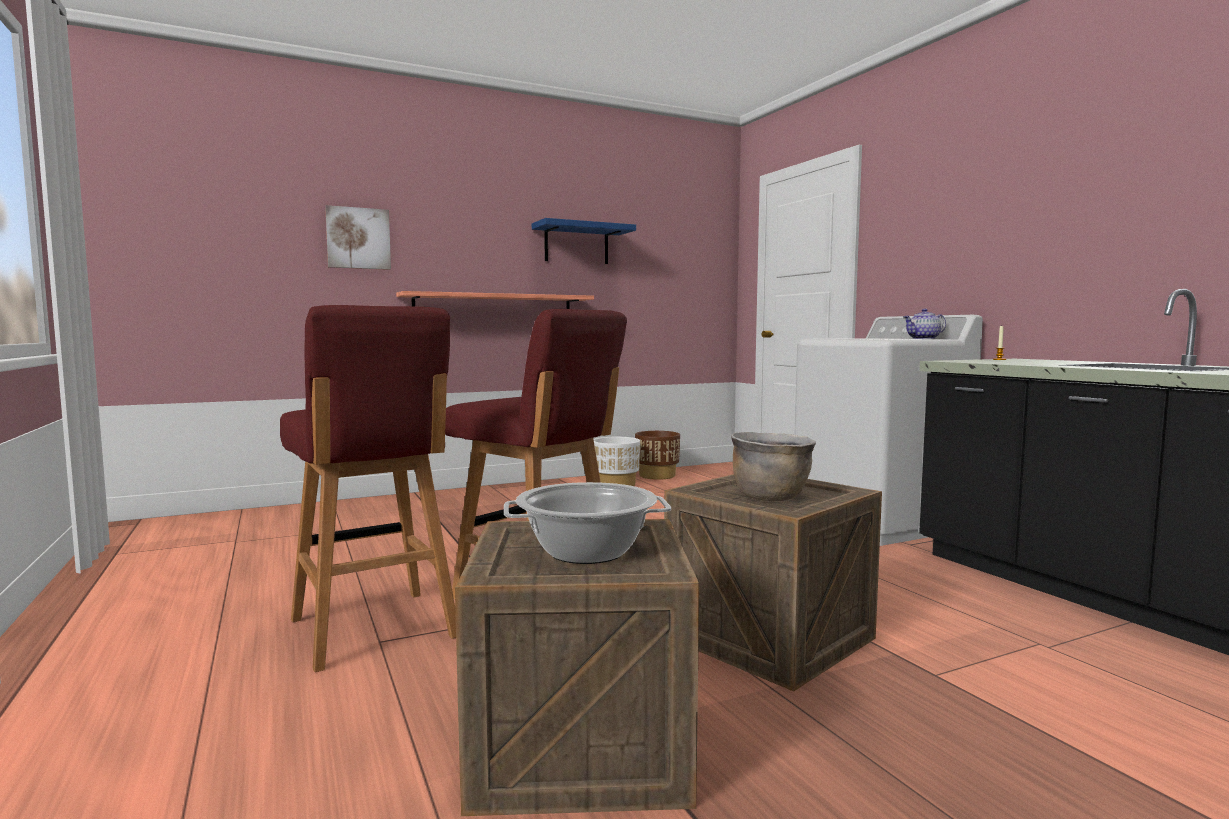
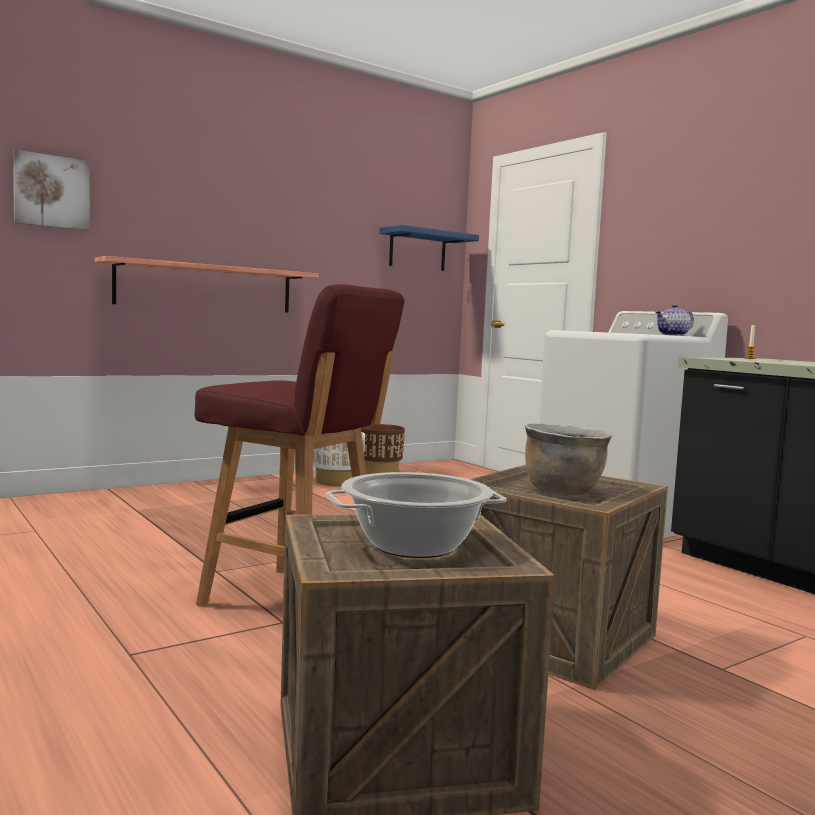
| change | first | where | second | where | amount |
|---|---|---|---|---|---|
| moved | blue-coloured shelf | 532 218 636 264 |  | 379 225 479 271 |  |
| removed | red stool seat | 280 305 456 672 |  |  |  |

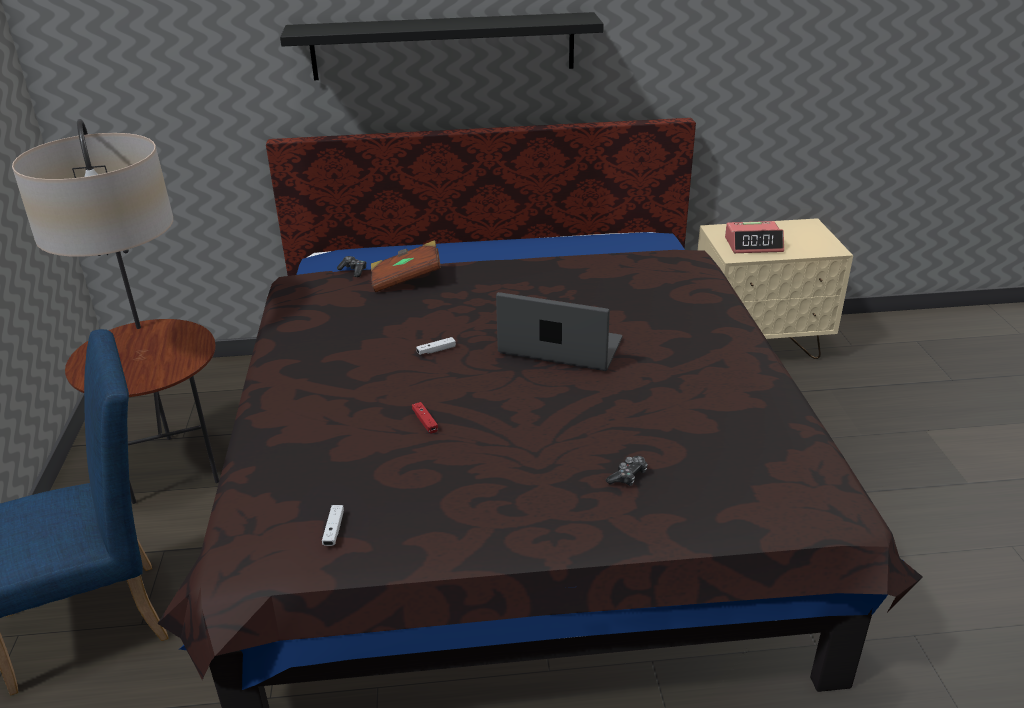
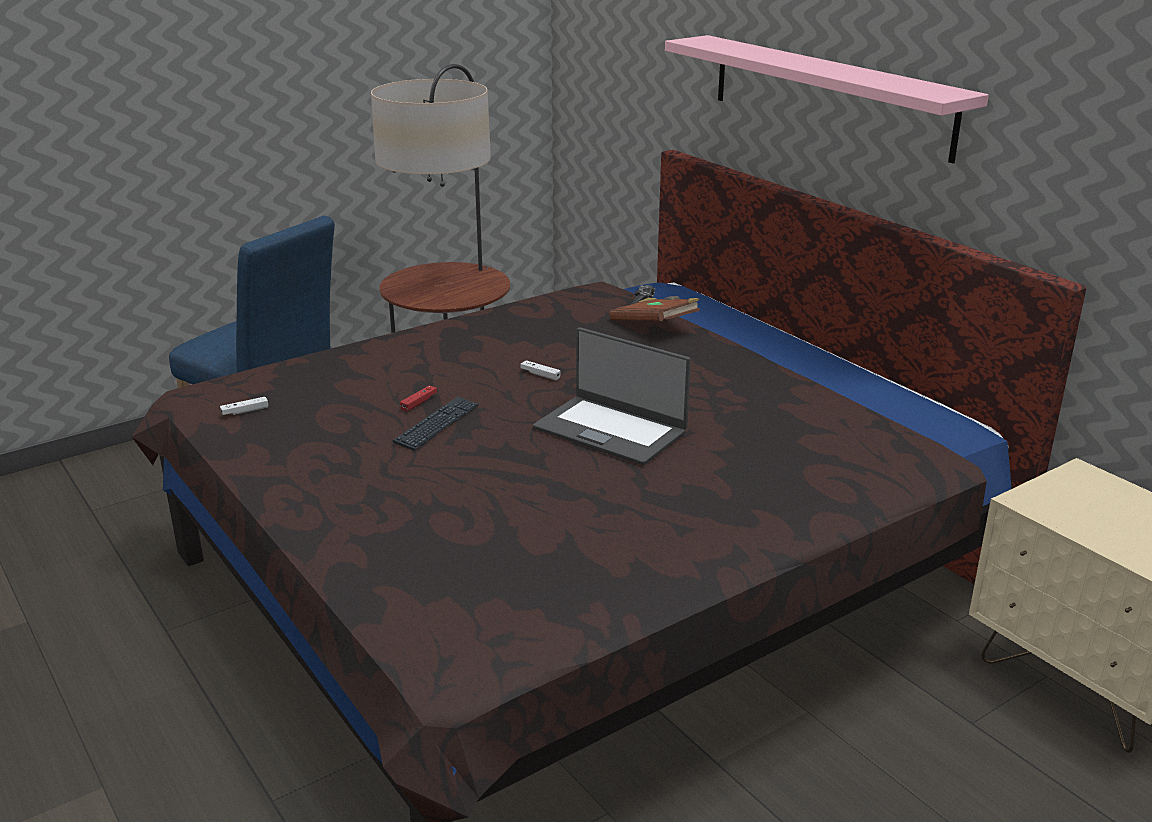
| change | first | where | second | where | amount |
|---|---|---|---|---|---|
| recoloured | black shelf | 280 12 604 80 | pink shelf | 665 35 989 163 |  |
| removed | alarm clock | 725 221 784 253 |  |  |  |
| turned | laptop | 496 292 622 371 |  | 533 327 691 465 | 135 degrees clockwise |
| removed | gamepad | 606 456 648 486 |  |  |  |
| added |  |  | computer keyboard | 393 396 479 450 |  |

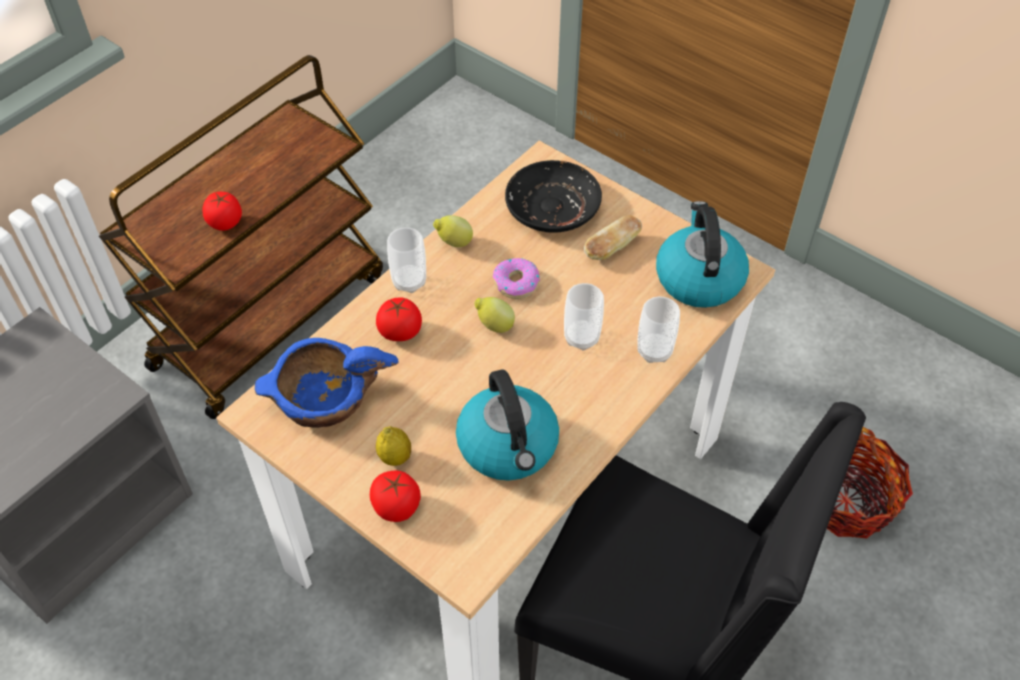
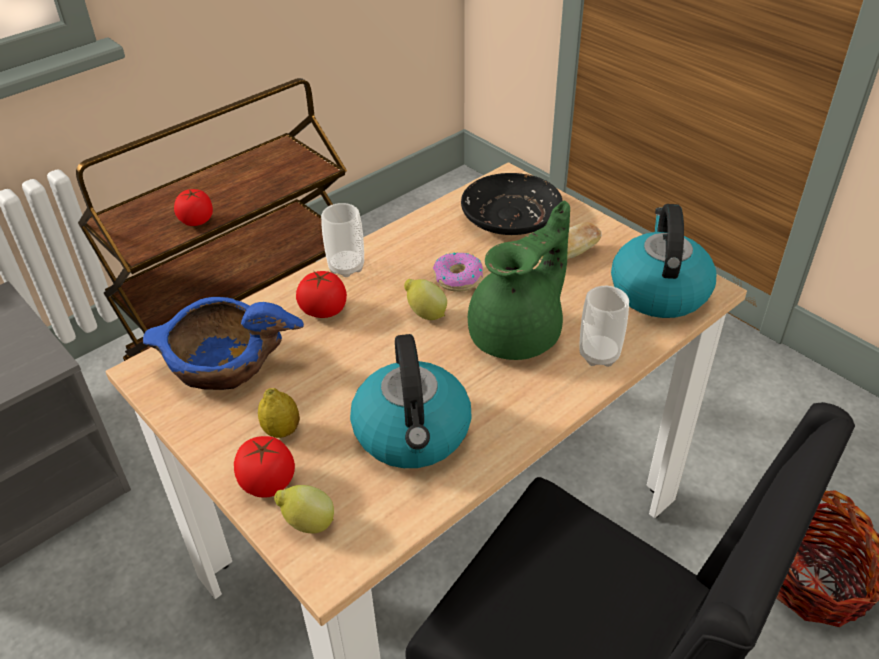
| change | first | where | second | where | amount |
|---|---|---|---|---|---|
| moved | lemon | 433 215 473 247 |  | 274 485 334 533 |  |
| replaced | cup | 564 283 604 350 | greenish tea pot | 468 201 570 360 |  |

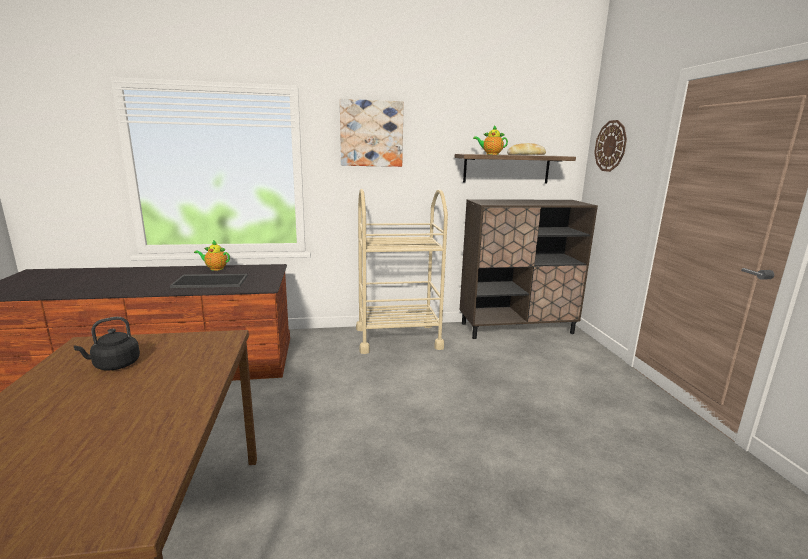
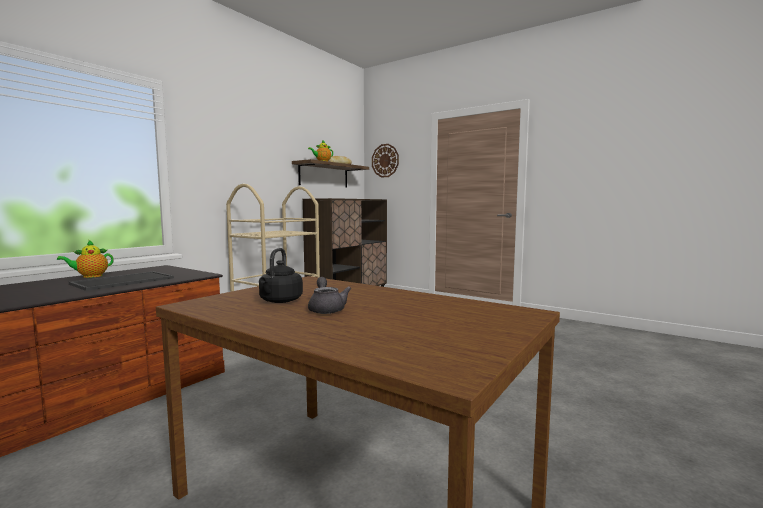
| change | first | where | second | where | amount |
|---|---|---|---|---|---|
| removed | wall picture | 340 99 404 167 |  |  |  |
| added |  |  | greyish tea pot | 308 277 351 314 |  |

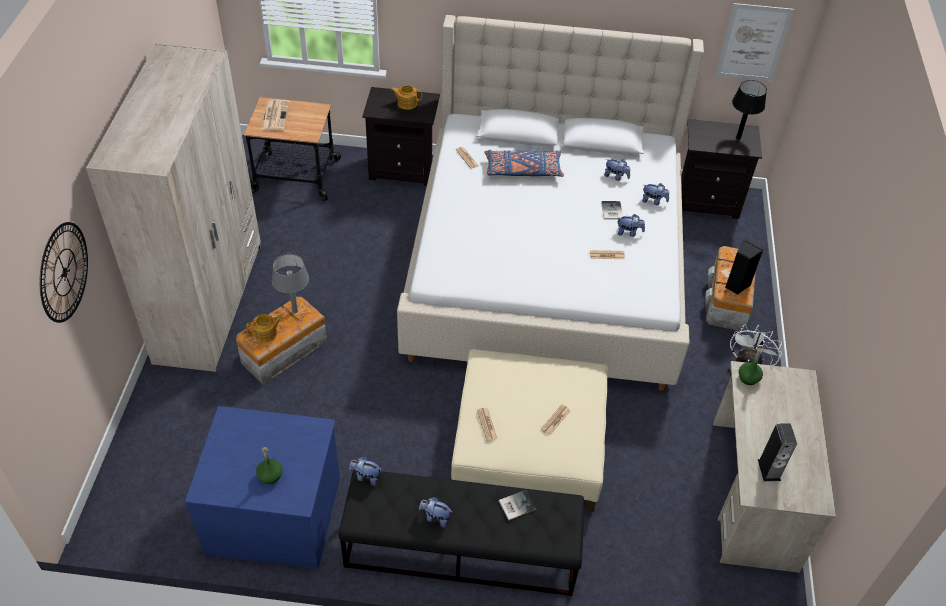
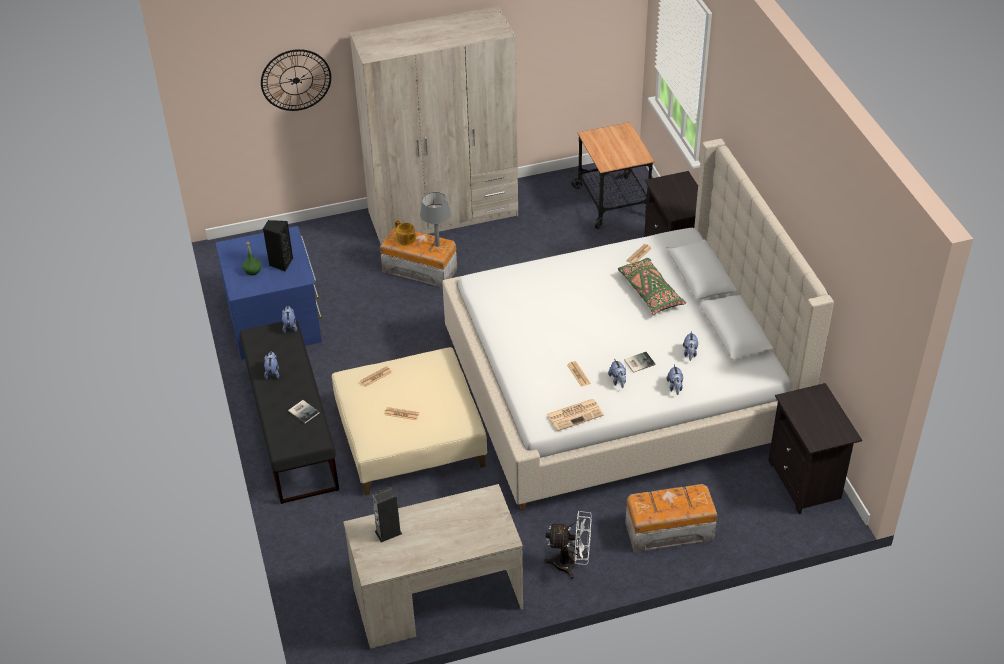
| change | first | where | second | where | amount |
|---|---|---|---|---|---|
| removed | wall picture | 715 3 794 82 |  |  |  |
| removed | black table lamp | 732 80 767 140 |  |  |  |
| removed | tea pot | 391 85 422 110 |  |  |  |
| moved | newspaper | 261 100 289 130 |  | 547 399 604 431 |  |
| recoloured | blue-coloured pillow | 484 150 564 177 | greenish pillow | 618 258 686 315 |  |
| moved | black speaker | 725 239 763 295 |  | 263 220 293 272 |  |
| removed | greenish bottle | 739 348 763 385 |  |  |  |

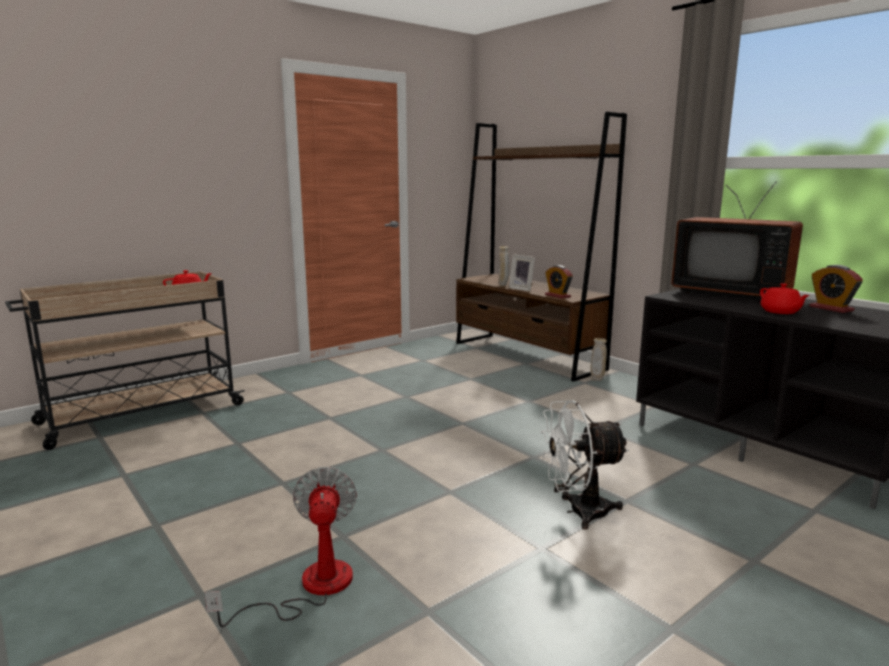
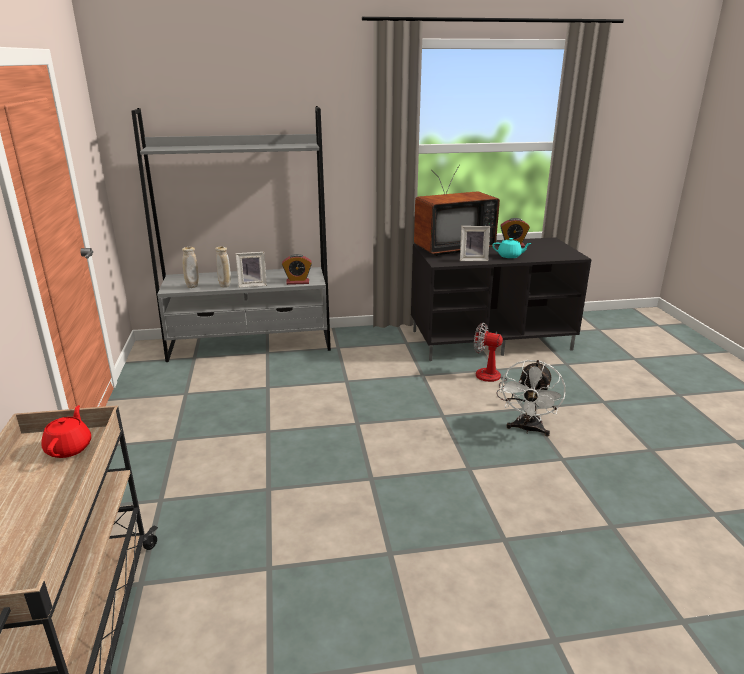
| change | first | where | second | where | amount |
|---|---|---|---|---|---|
| recoloured | brown shelving unit | 456 112 627 382 | greyish shelving unit | 131 106 331 362 |  |
| recoloured | red tea pot | 760 283 810 314 | turquoise tea pot | 492 238 532 258 |  |
| moved | beige decorative vase | 590 338 607 381 |  | 182 247 199 288 |  |
| moved | fan | 204 467 357 627 |  | 474 323 520 401 |  |
| added |  |  | photo frame | 460 226 490 261 |  |

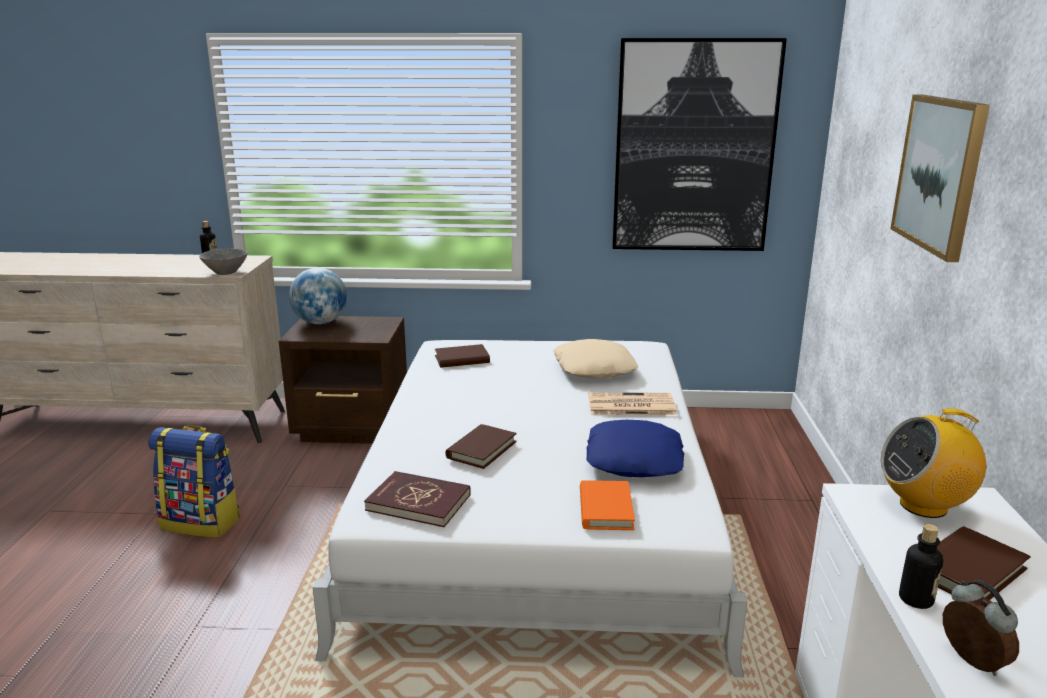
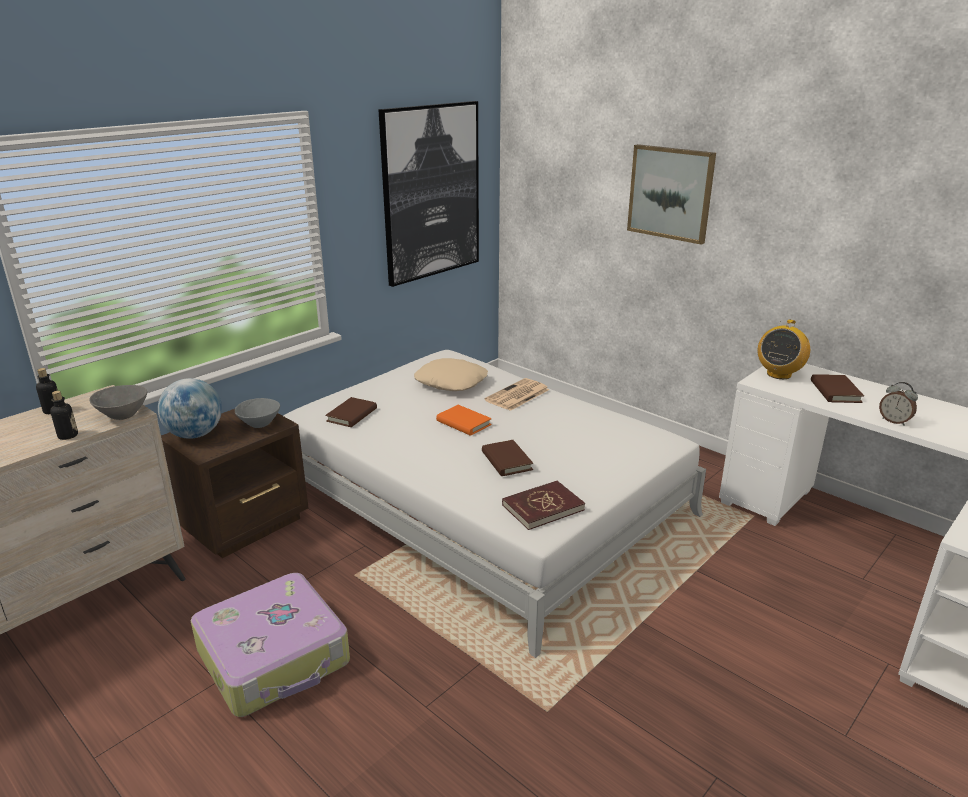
| change | first | where | second | where | amount |
|---|---|---|---|---|---|
| removed | blue-coloured pillow | 586 420 684 477 |  |  |  |
| replaced | backpack | 148 425 240 537 | suitcase | 191 573 350 717 |  |
| moved | orange-coloured book | 580 480 635 530 |  | 436 405 492 436 |  |
| moved | bottle | 899 524 943 609 |  | 50 391 78 440 |  |
| turned | alarm clock | 943 580 1019 676 |  | 879 382 918 426 | 150 degrees counterclockwise |
| added |  |  | greyish serving bowl | 235 398 280 428 |  |

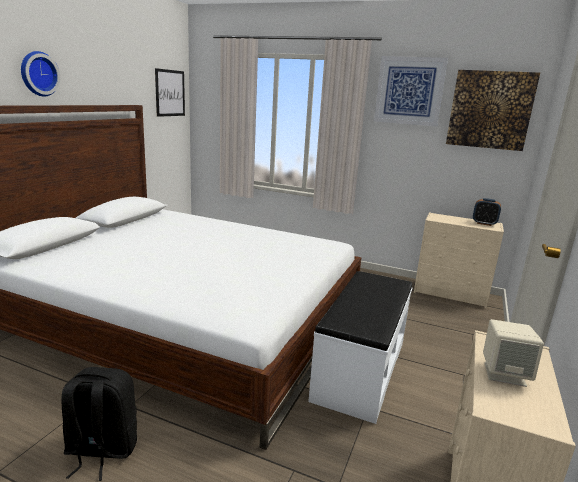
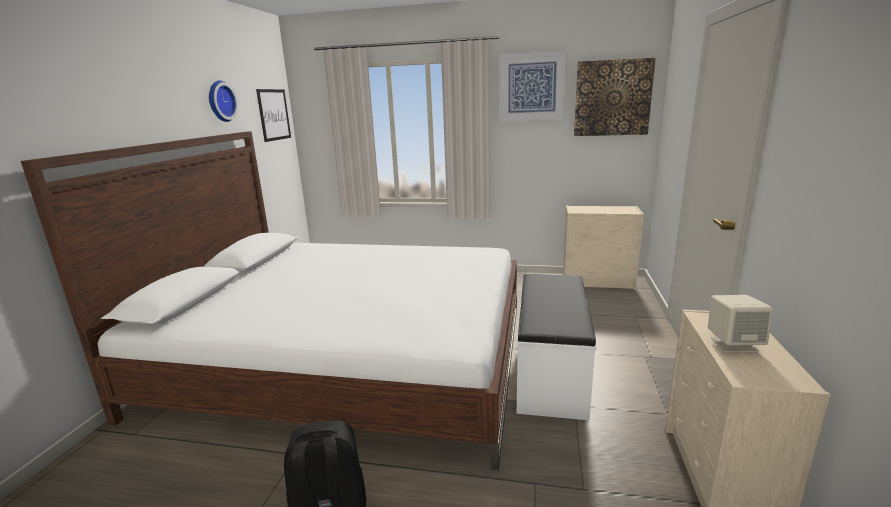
| change | first | where | second | where | amount |
|---|---|---|---|---|---|
| moved | clock on the wall | 21 51 60 97 |  | 209 80 238 122 |  |
| removed | alarm clock | 473 198 501 226 |  |  |  |

